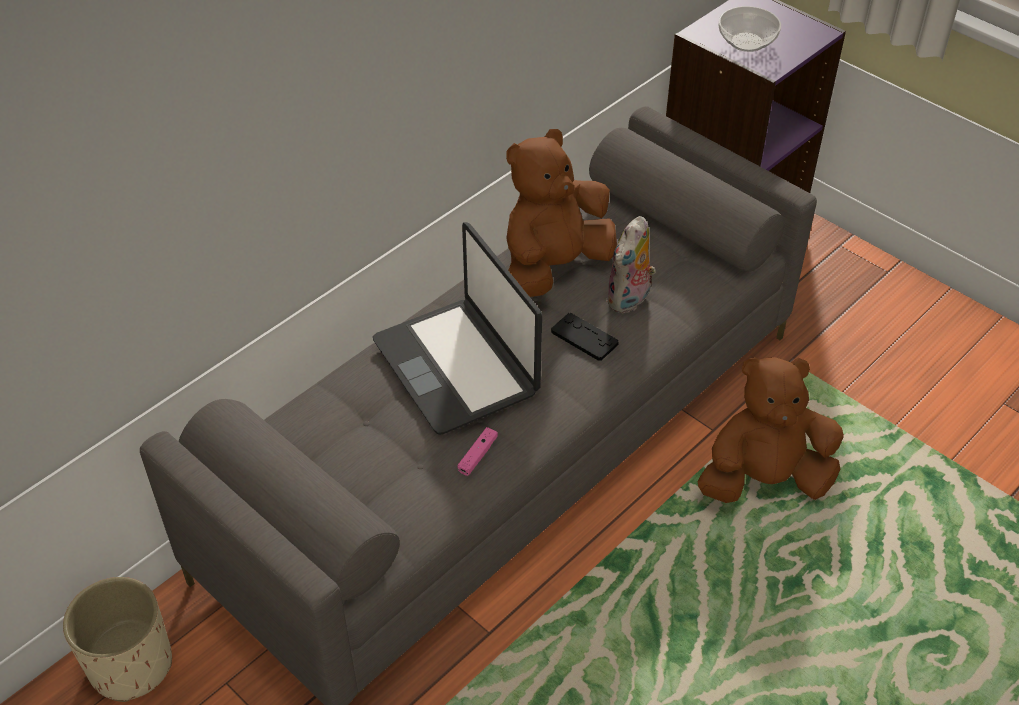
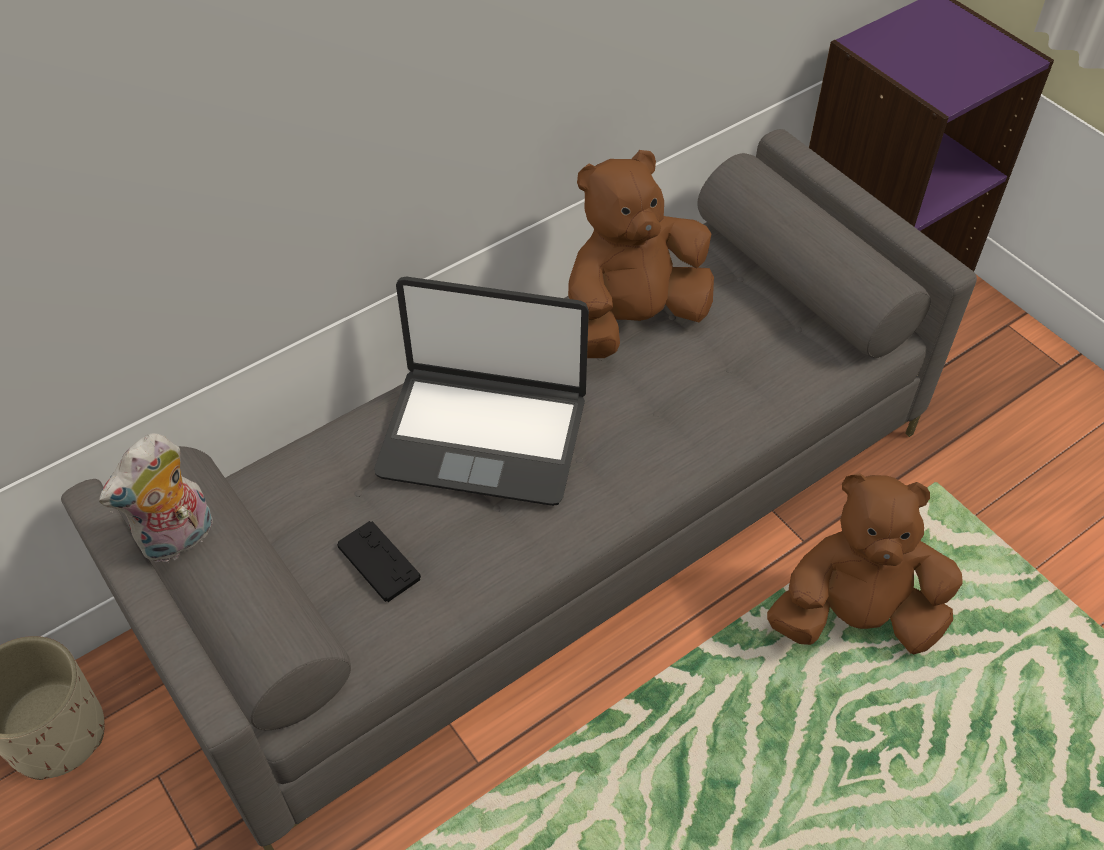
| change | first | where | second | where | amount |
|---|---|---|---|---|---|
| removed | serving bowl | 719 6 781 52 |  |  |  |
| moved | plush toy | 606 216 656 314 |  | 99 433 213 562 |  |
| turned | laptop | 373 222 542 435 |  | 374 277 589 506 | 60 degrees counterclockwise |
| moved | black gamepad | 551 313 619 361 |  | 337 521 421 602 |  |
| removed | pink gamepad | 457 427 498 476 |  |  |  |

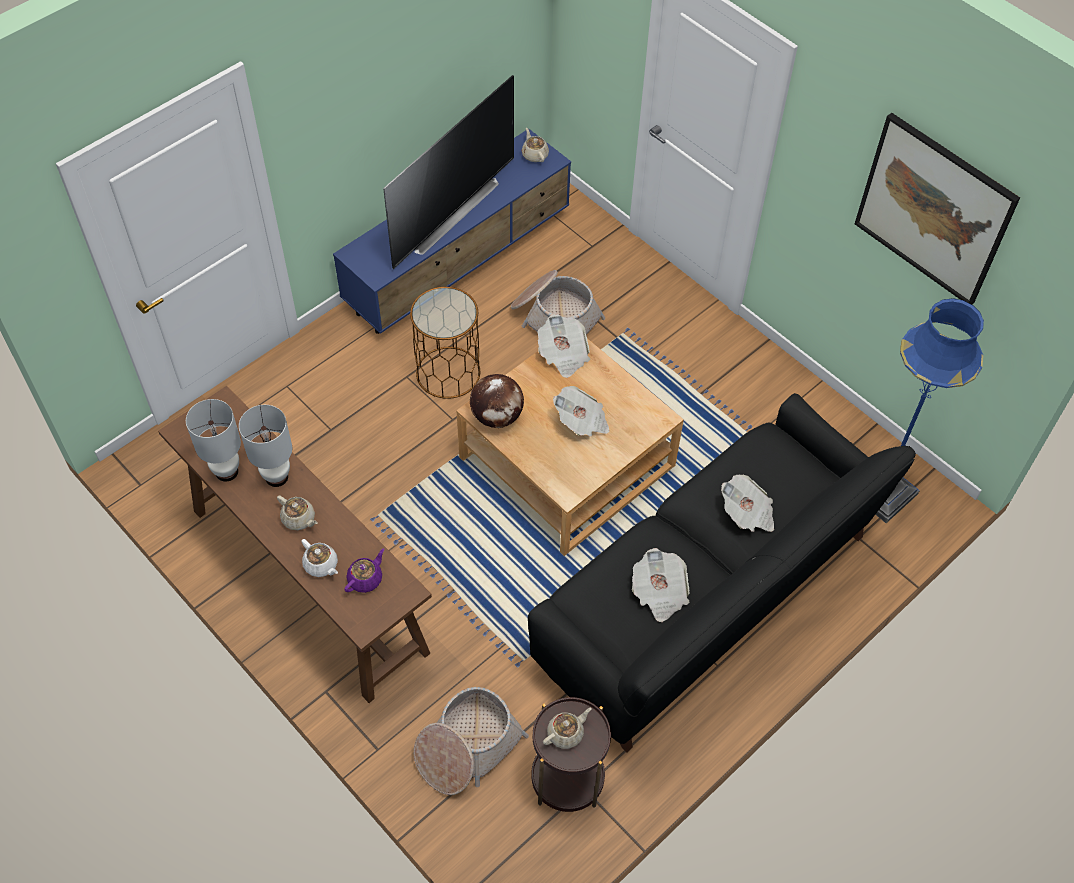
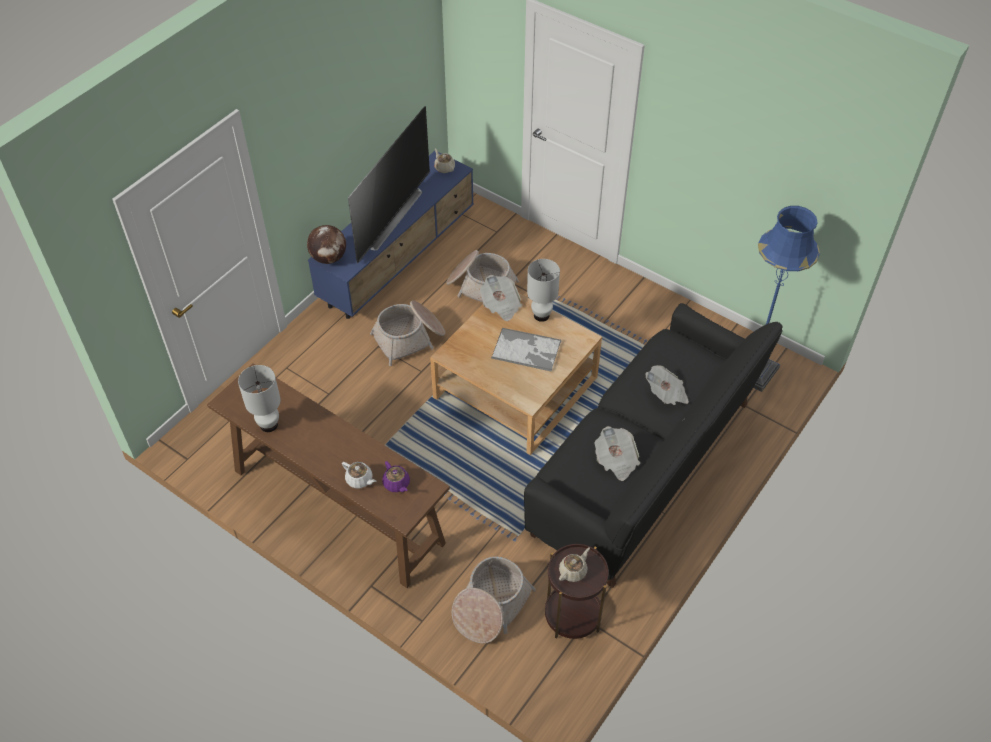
| change | first | where | second | where | amount |
|---|---|---|---|---|---|
| removed | wall picture | 855 113 1020 304 |  |  |  |
| replaced | brown accent table | 410 287 480 399 | storage basket | 370 301 445 366 |  |
| moved | desk globe | 470 374 524 428 |  | 307 225 346 264 |  |
| replaced | newspaper | 553 386 610 437 | carrying tray | 491 327 562 372 |  |
| moved | white table lamp | 239 405 292 487 |  | 527 259 560 322 |  |
| removed | beige tea pot | 277 495 318 530 |  |  |  |
| turned | purplish tea pot | 344 549 384 593 |  | 382 461 410 492 | 120 degrees clockwise |

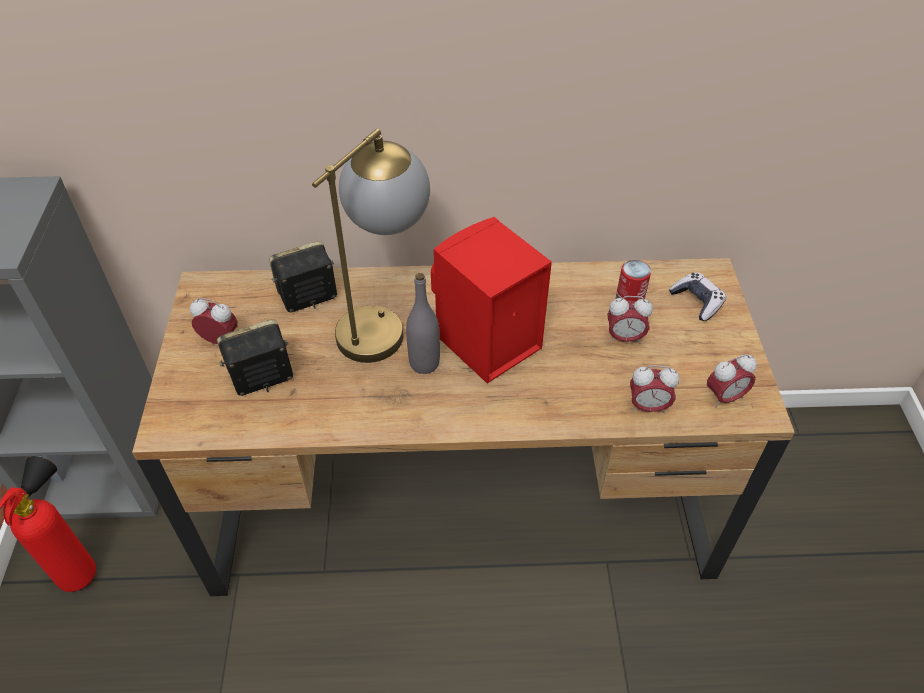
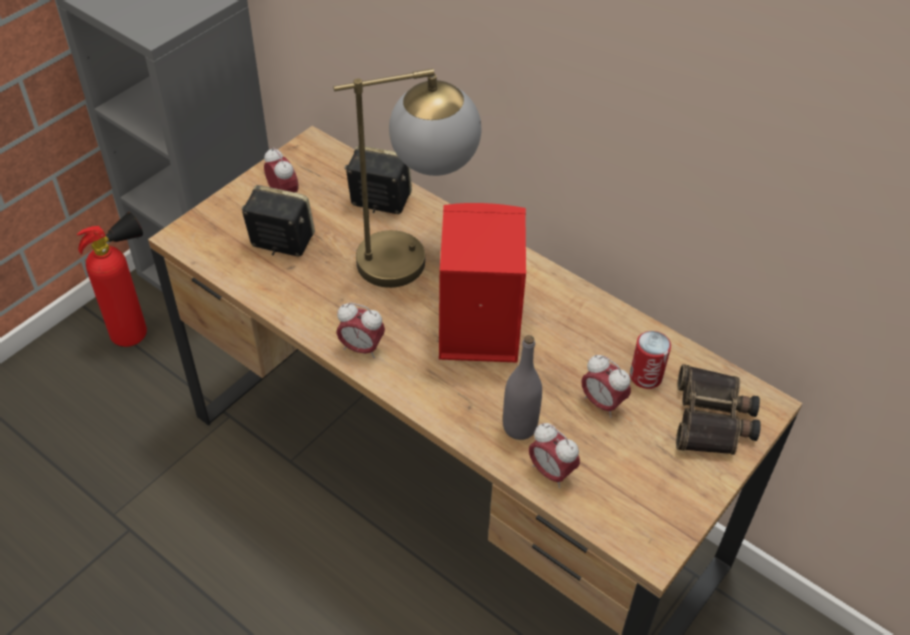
| change | first | where | second | where | amount |
|---|---|---|---|---|---|
| replaced | gamepad | 669 272 726 321 | binoculars | 676 364 761 455 |  |
| moved | greyish bottle | 406 273 440 374 |  | 503 335 542 440 |  |
| moved | alarm clock | 707 354 757 408 |  | 336 303 385 358 |  |

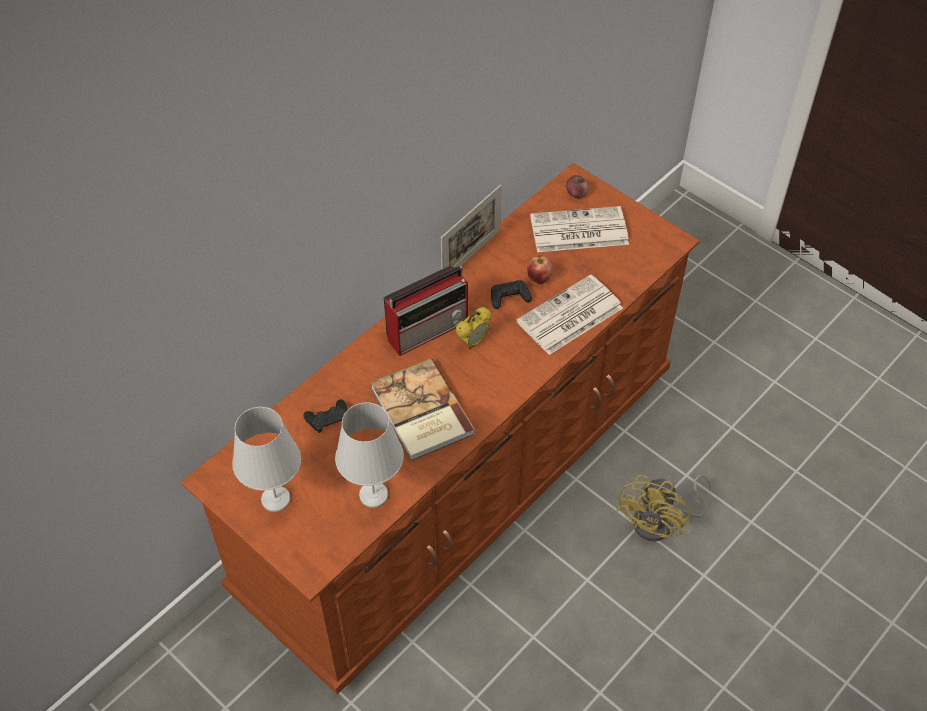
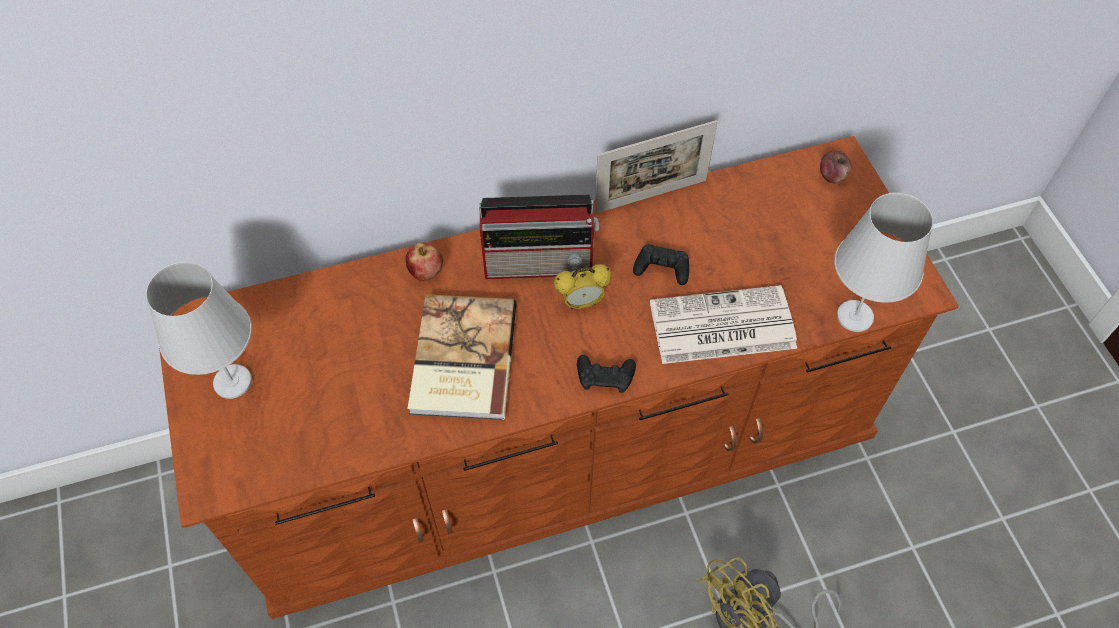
| change | first | where | second | where | amount |
|---|---|---|---|---|---|
| removed | newspaper | 530 206 629 252 |  |  |  |
| moved | whole apple | 527 255 554 284 |  | 406 242 443 281 |  |
| moved | black gamepad | 303 399 347 433 |  | 577 355 636 393 |  |
| moved | white table lamp | 335 402 404 508 |  | 834 193 933 332 |  |

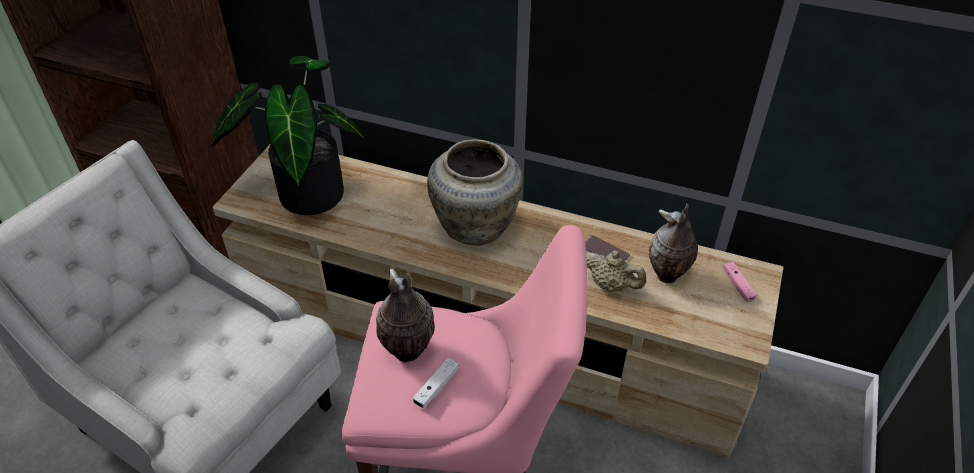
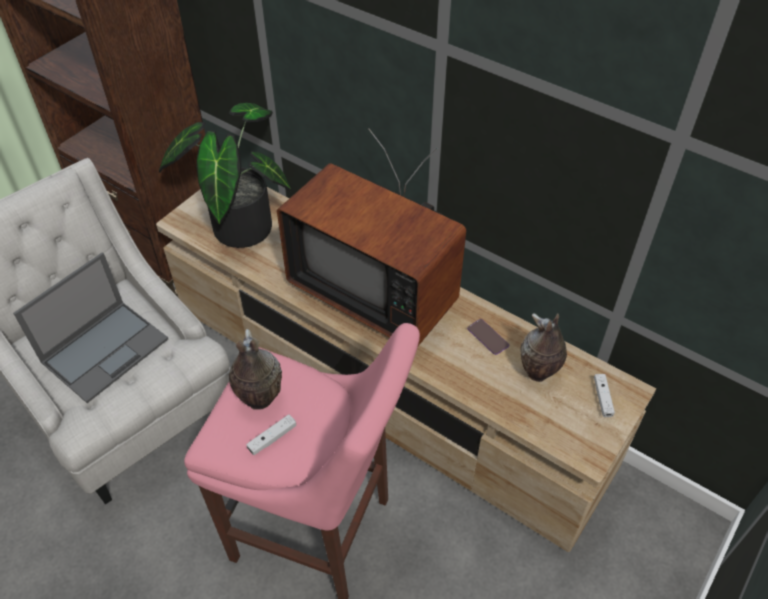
| change | first | where | second | where | amount |
|---|---|---|---|---|---|
| replaced | beige decorative vase | 427 139 523 246 | TV | 277 128 466 346 |  |
| removed | beige tea pot | 586 250 646 292 |  |  |  |
| recoloured | pink gamepad | 723 262 757 303 | white gamepad | 594 374 615 417 |  |
| added |  |  | laptop | 13 252 168 403 |  |

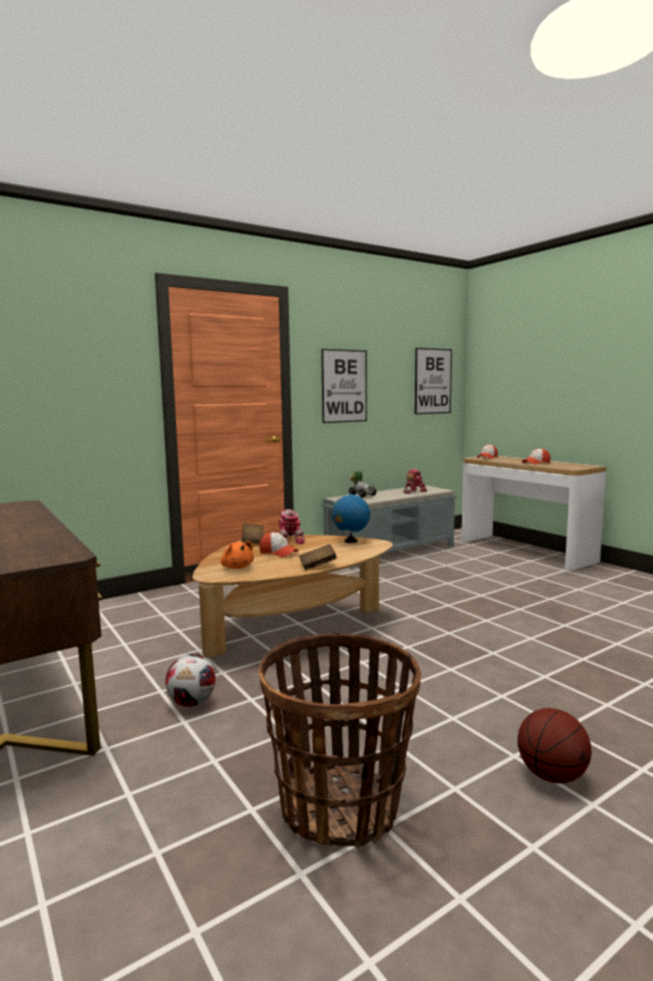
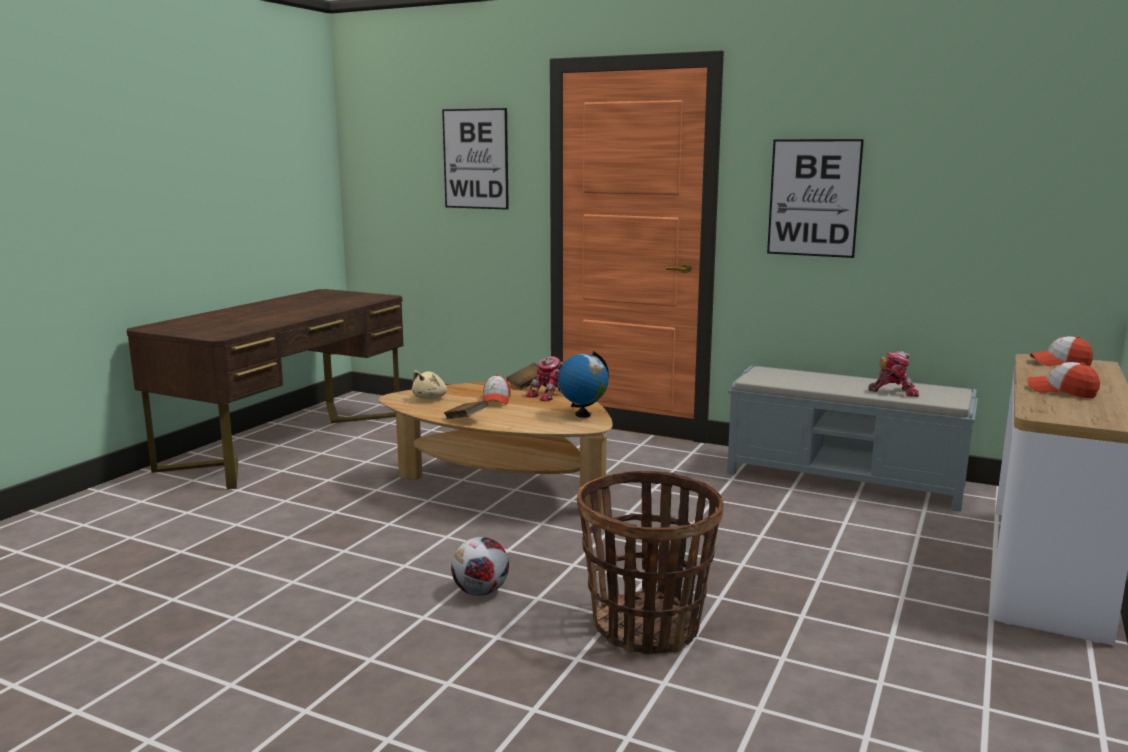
| change | first | where | second | where | amount |
|---|---|---|---|---|---|
| moved | wall picture | 415 348 452 414 |  | 442 108 509 210 |  |
| removed | miniature car | 349 471 377 497 |  |  |  |
| recoloured | orange-coloured plush toy | 221 541 254 569 | beige plush toy | 412 370 447 400 |  |
| moved | storage basket | 258 633 421 848 |  | 577 471 723 654 |  |
| moved | football | 165 654 216 707 |  | 451 537 509 596 |  |
| removed | basketball | 518 708 592 783 |  |  |  |

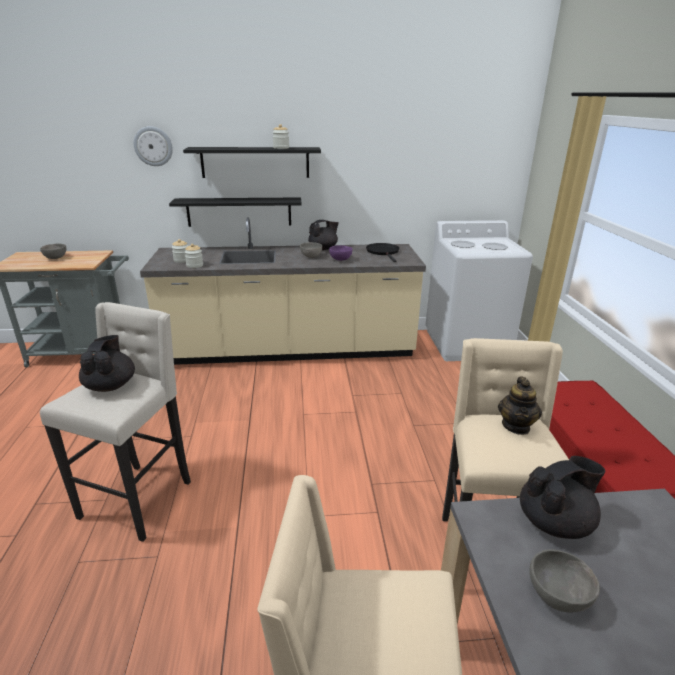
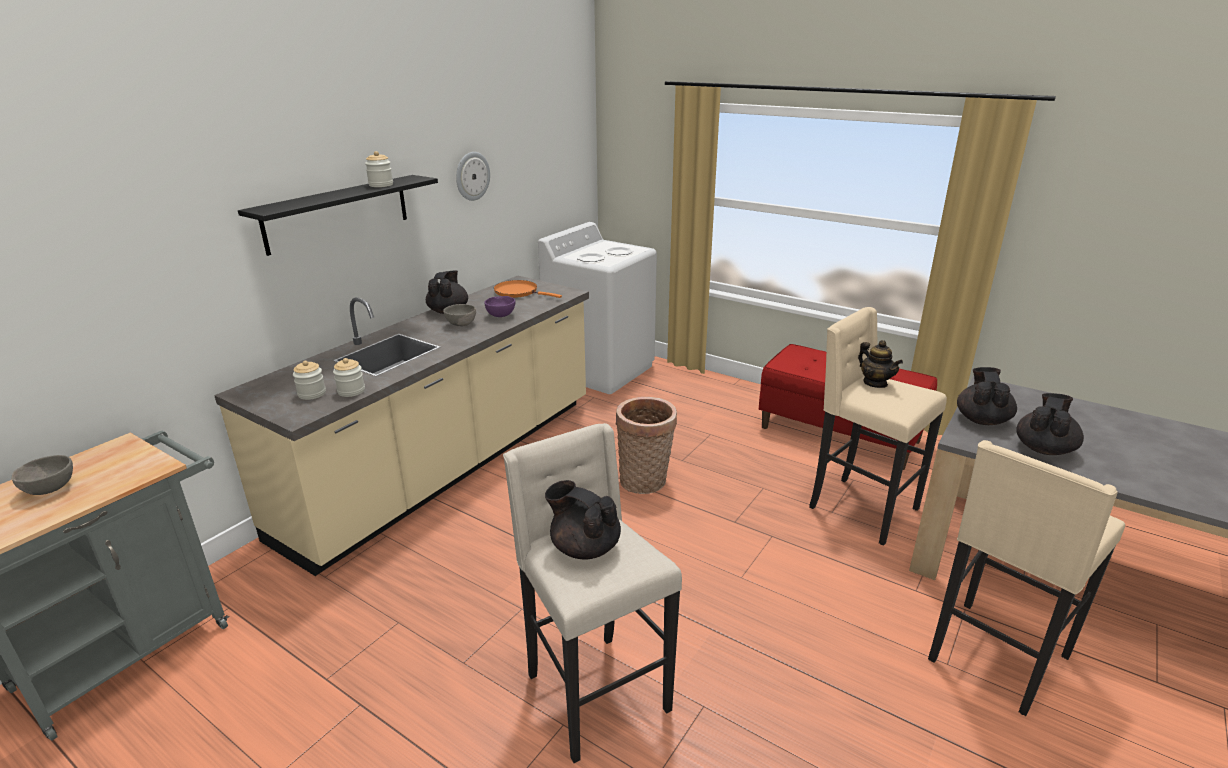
| change | first | where | second | where | amount |
|---|---|---|---|---|---|
| moved | clock on the wall | 134 126 173 166 |  | 456 152 490 201 |  |
| removed | black shelf | 169 197 302 227 |  |  |  |
| recoloured | black skillet | 366 243 399 262 | orange-coloured skillet | 494 280 562 298 |  |
| replaced | greyish serving bowl | 529 549 600 612 | black tea pot | 1016 393 1084 455 |  |
| added |  |  | storage basket | 616 397 677 494 |  |

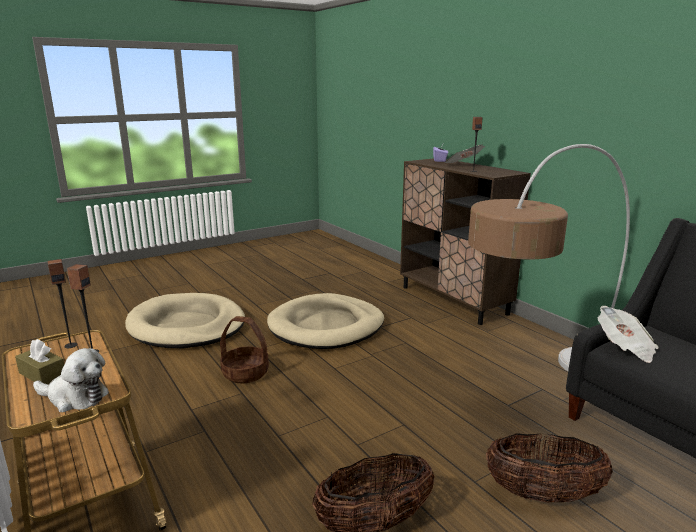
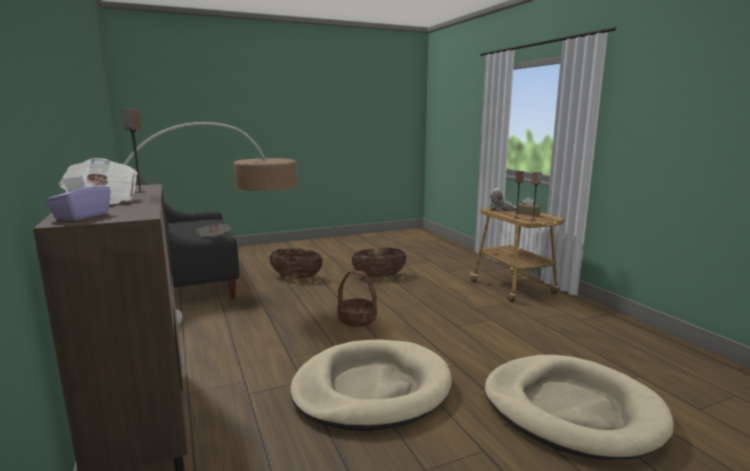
| change | first | where | second | where | amount |
|---|---|---|---|---|---|
| moved | storage basket | 220 316 269 383 |  | 337 270 377 327 |  |

